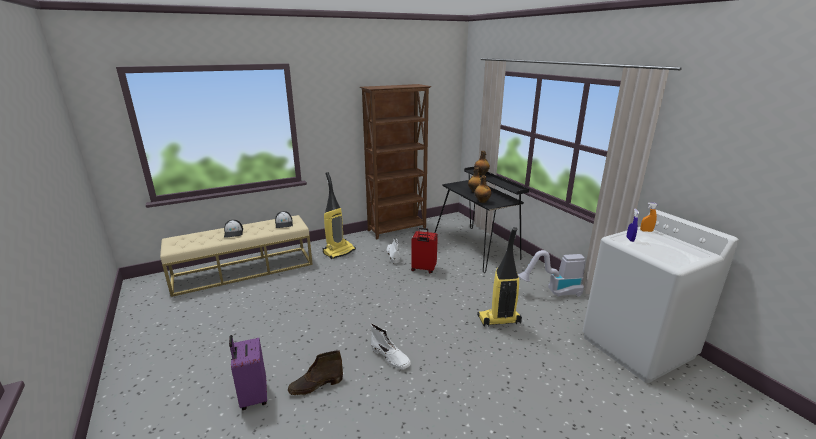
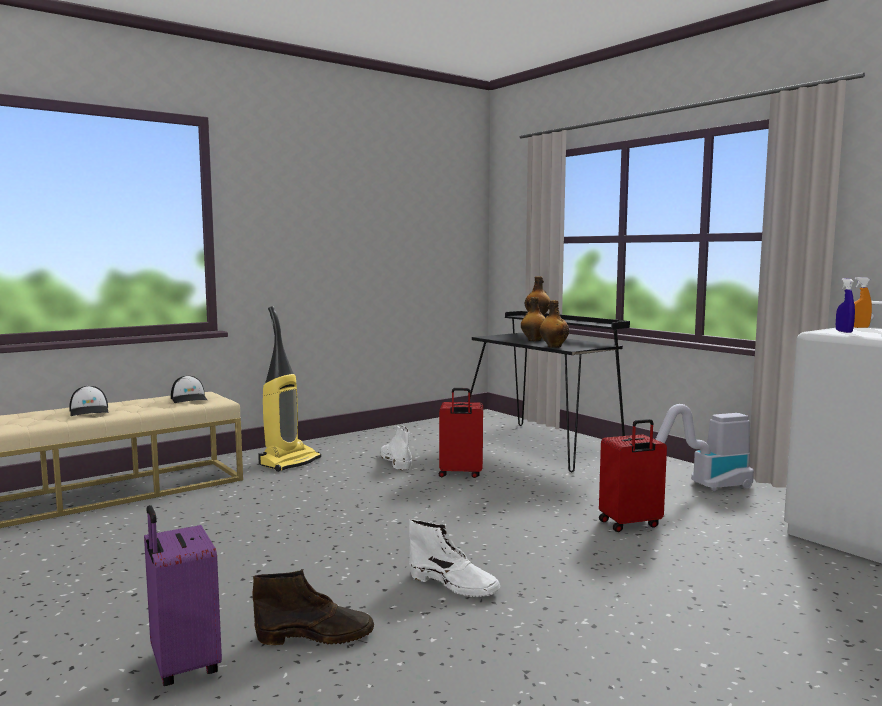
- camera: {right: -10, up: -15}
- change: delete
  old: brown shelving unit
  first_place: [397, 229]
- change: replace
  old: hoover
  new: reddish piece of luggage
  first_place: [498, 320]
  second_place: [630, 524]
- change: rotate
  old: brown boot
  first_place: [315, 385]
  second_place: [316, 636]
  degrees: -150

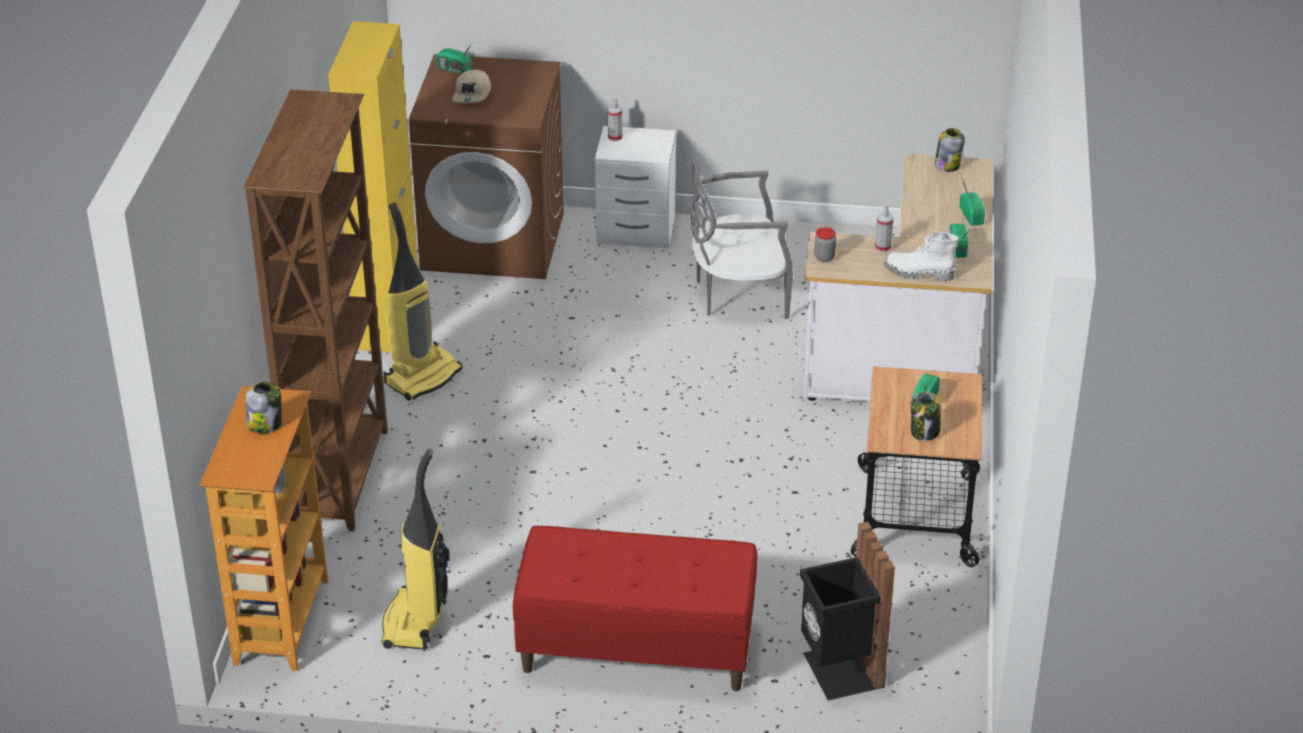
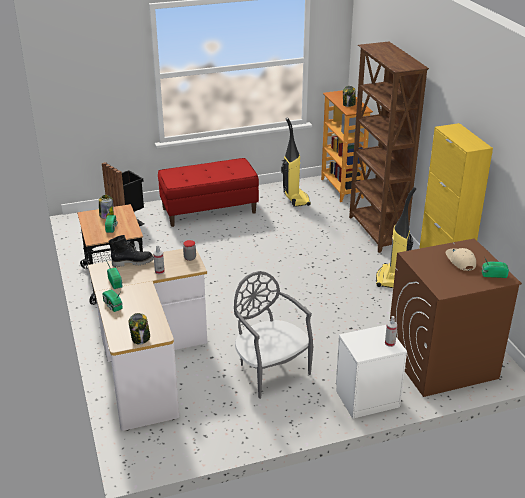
- camera: {right: 155, up: -5}
- change: recolor
  old: whitish boot
  new: black boot
  first_place: [918, 273]
  second_place: [132, 262]
- change: rotate
  old: gray plain chair
  first_place: [738, 294]
  second_place: [270, 371]
  degrees: -90

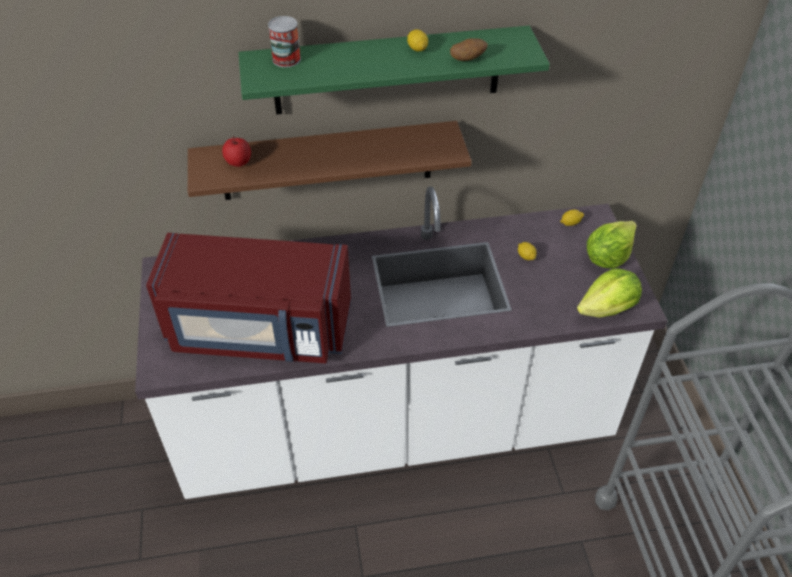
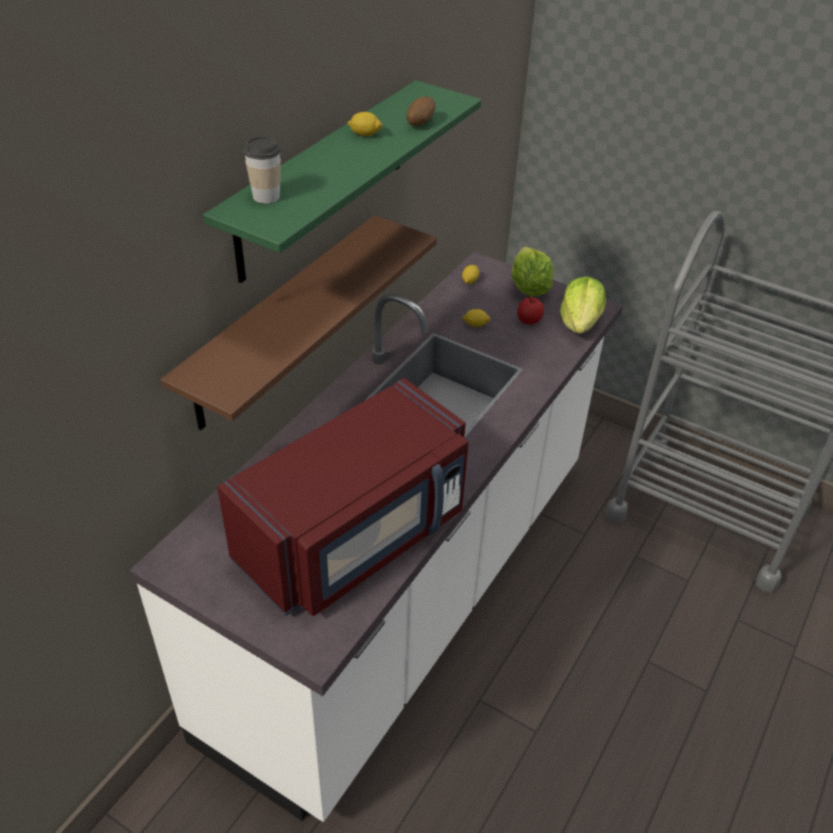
- camera: {right: -50, up: -5}
- change: move
  old: apple
  first_place: [238, 162]
  second_place: [529, 320]
- change: replace
  old: sealed can
  new: cup
  first_place: [286, 59]
  second_place: [266, 196]

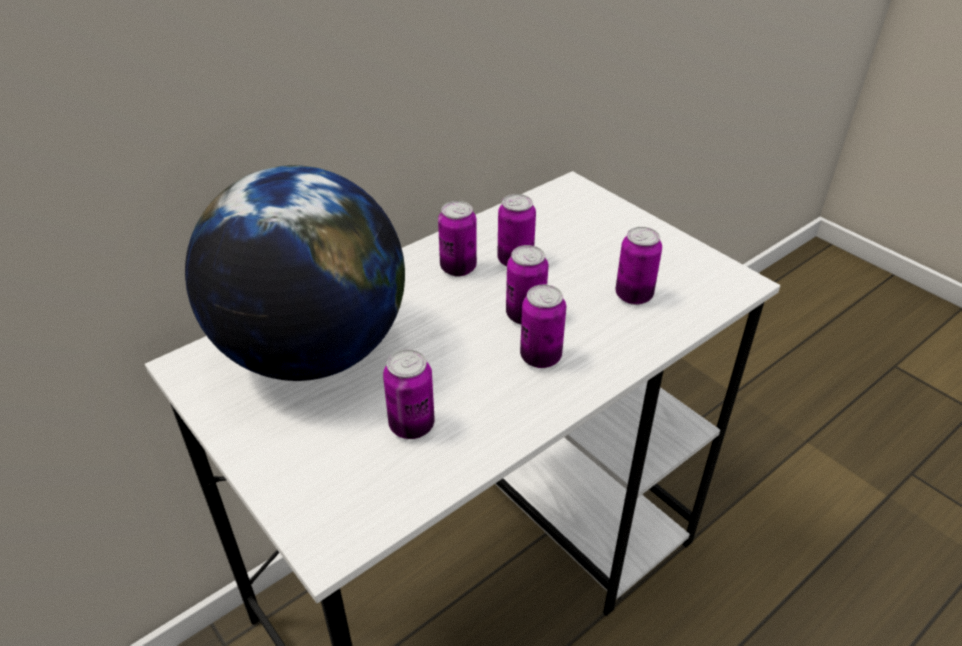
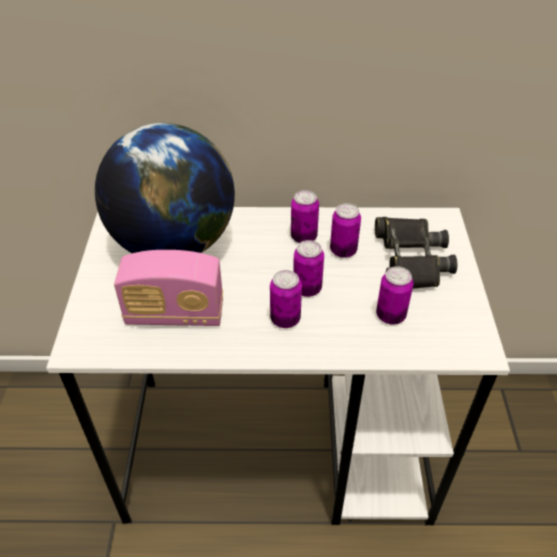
- camera: {right: 40, up: 5}
- change: insert
  new: black pair of binoculars
  second_place: [410, 260]
- change: replace
  old: sealed can
  new: radio receiver
  first_place: [411, 426]
  second_place: [175, 314]

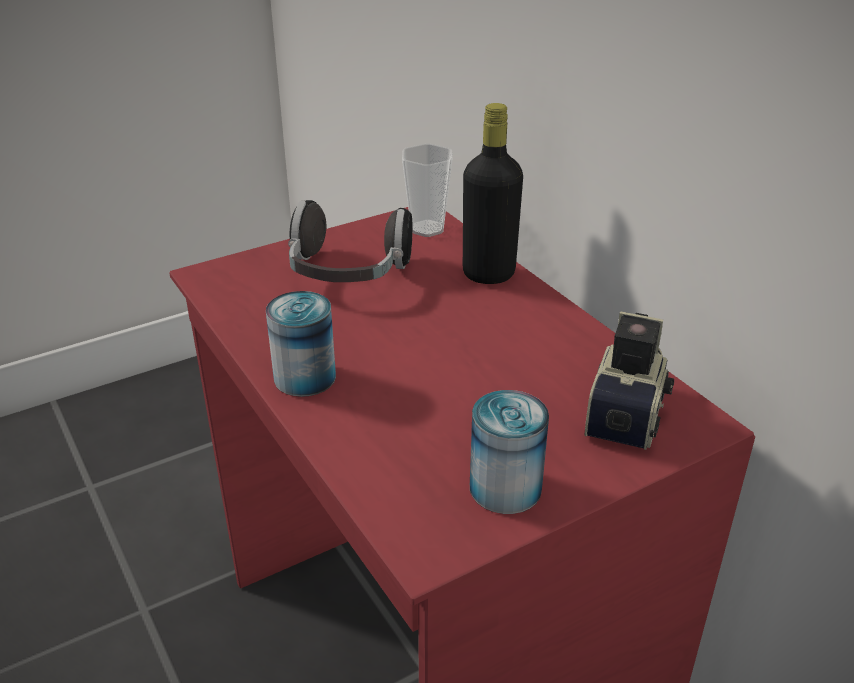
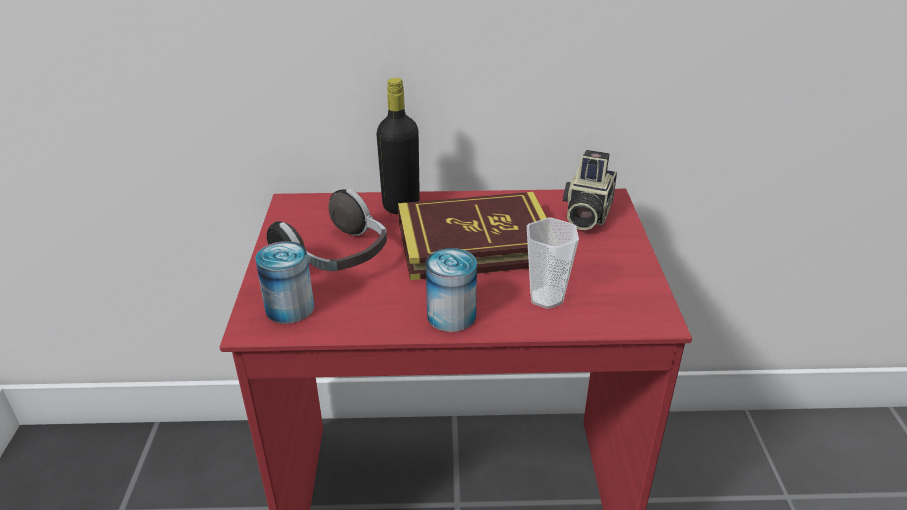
- camera: {right: -60, up: 0}
- change: insert
  new: book
  second_place: [475, 243]
- change: move
  old: cup
  first_place: [427, 229]
  second_place: [546, 298]
- change: move
  old: sealed can
  first_place: [505, 488]
  second_place: [290, 308]
- change: rotate
  old: photo camera
  first_place: [628, 413]
  second_place: [585, 214]
  degrees: -120

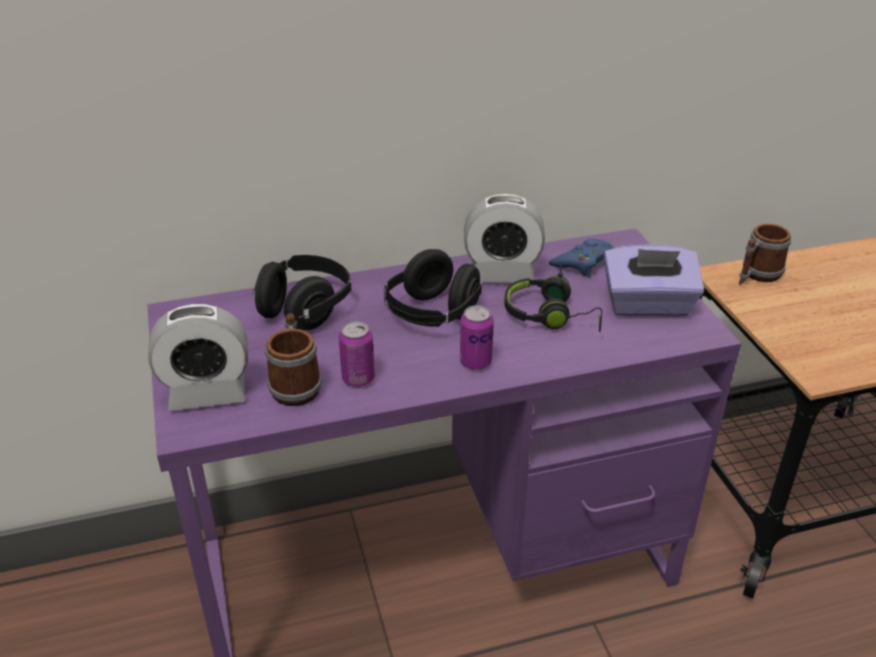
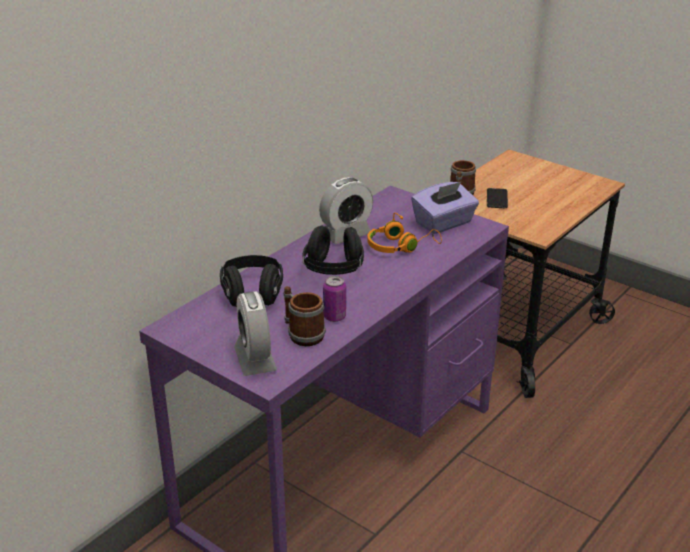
- camera: {right: -35, up: -5}
- change: delete
  old: sealed can
  first_place: [475, 362]
- change: delete
  old: blue game controller
  first_place: [584, 262]
- change: insert
  new: telephone
  second_place: [497, 199]
- change: recolor
  old: black pair of headphones
  new: orange-coloured pair of headphones
  first_place: [551, 316]
  second_place: [400, 246]
- change: rotate
  old: table clock
  first_place: [207, 394]
  second_place: [255, 359]
  degrees: 120

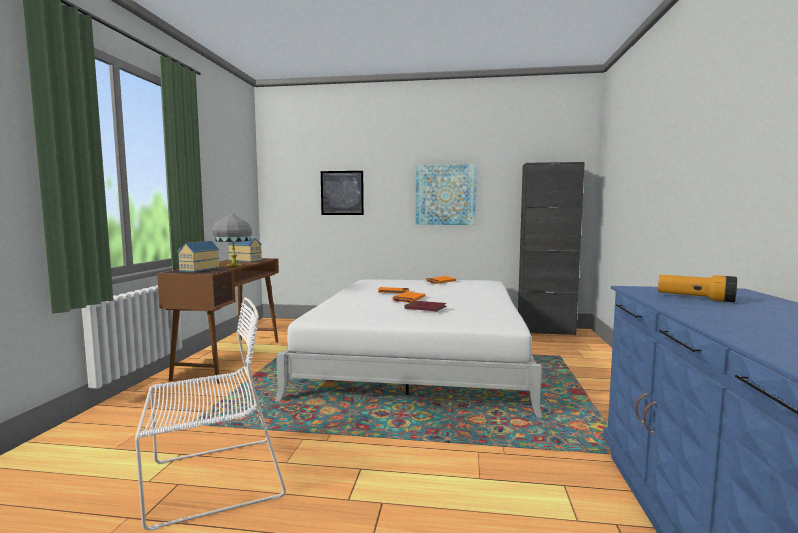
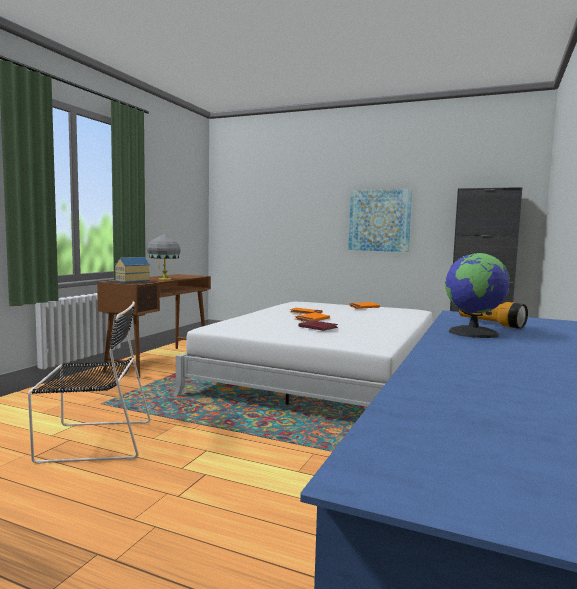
- camera: {right: 15, up: 0}
- change: delete
  old: model house
  first_place: [246, 260]
- change: delete
  old: picture
  first_place: [342, 193]
- change: insert
  new: world globe
  second_place: [473, 333]
- change: recolor
  old: whitish plain chair
  new: black plain chair
  first_place: [210, 480]
  second_place: [92, 441]

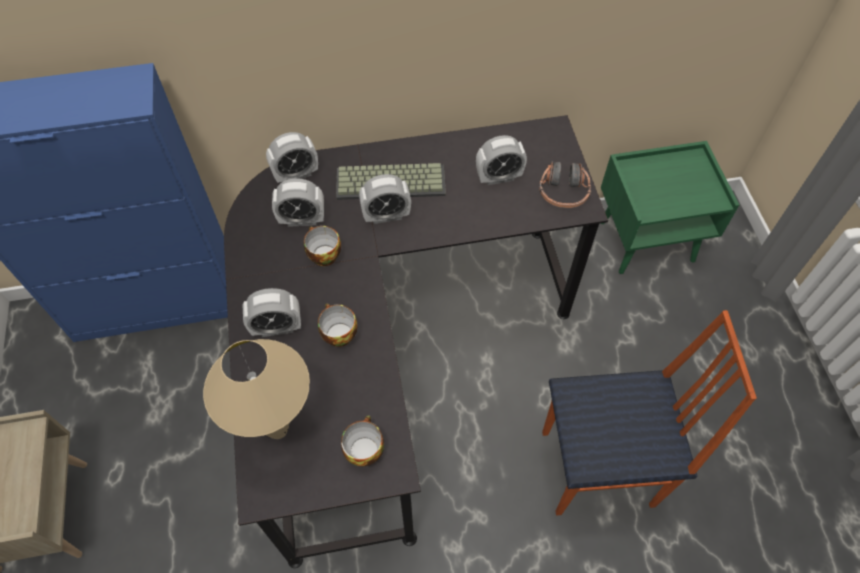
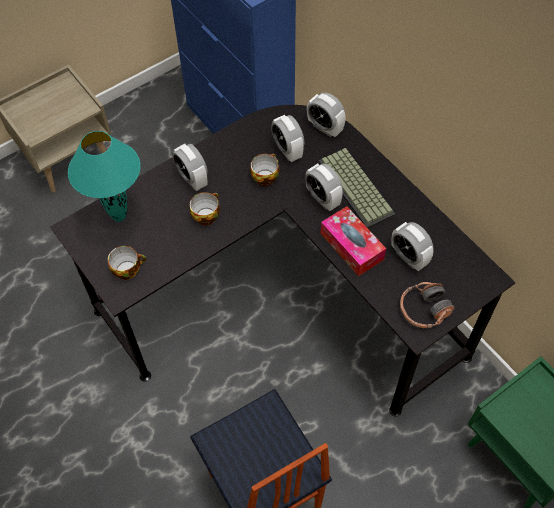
- camera: {right: 65, up: 0}
- change: insert
  new: box of tissues
  second_place: [351, 246]
- change: recolor
  old: beige-coloured table lamp
  new: turquoise-coloured table lamp
  first_place: [279, 430]
  second_place: [119, 217]

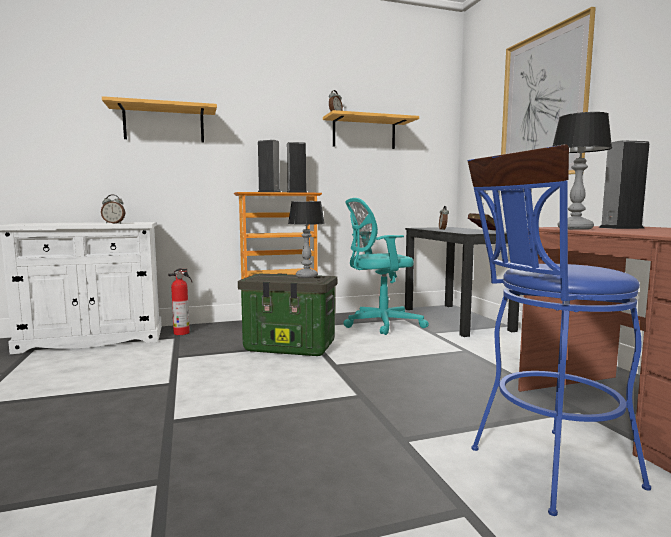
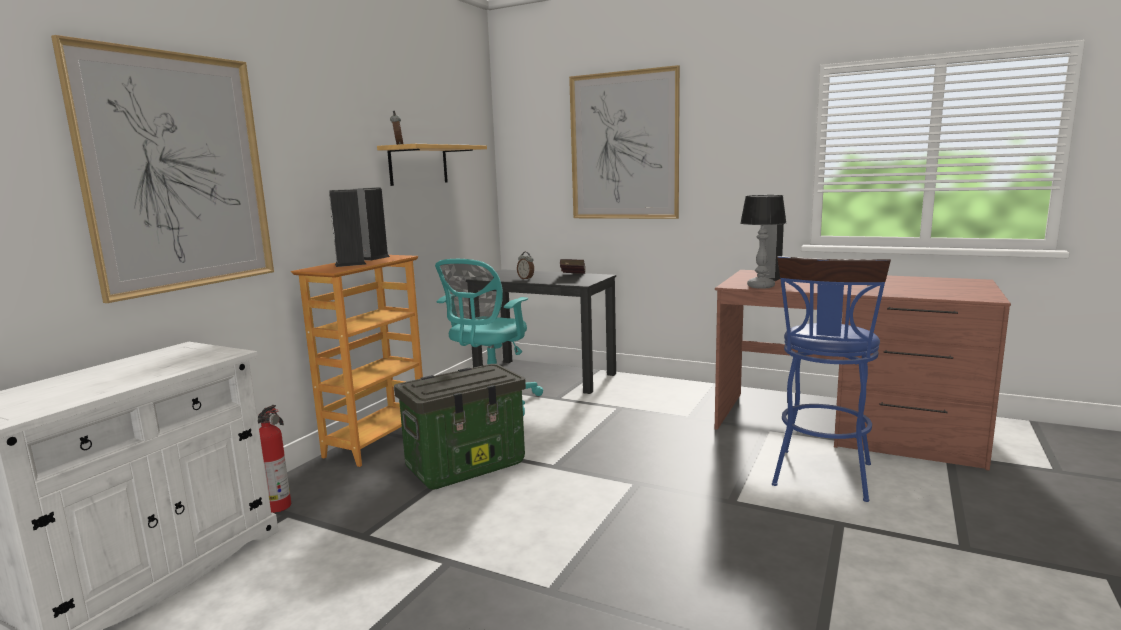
- camera: {right: -45, up: 5}
- change: delete
  old: table clock
  first_place: [114, 223]
- change: delete
  old: table lamp
  first_place: [307, 276]
- change: replace
  old: wall shelf
  new: picture
  first_place: [164, 124]
  second_place: [178, 172]

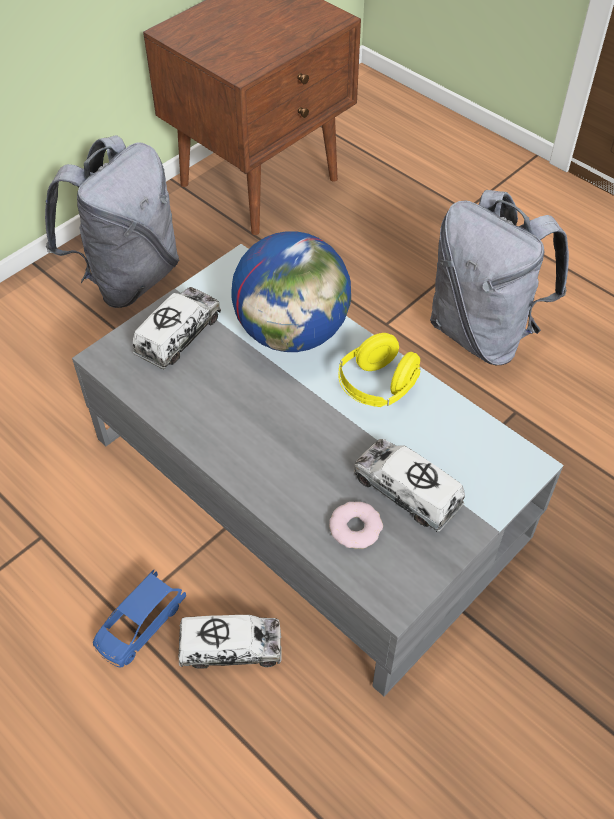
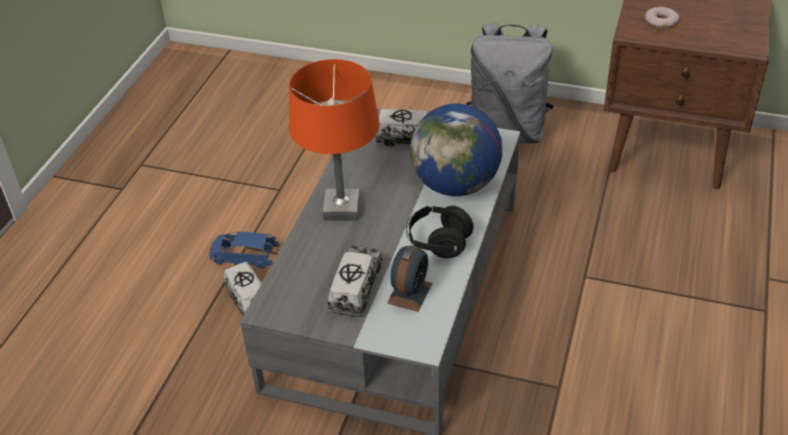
- camera: {right: 65, up: -10}
- change: delete
  old: gray backpack
  first_place: [483, 333]
- change: insert
  new: orange-coloured table lamp
  second_place: [342, 208]
- change: insert
  new: table clock
  second_place: [410, 293]
- change: move
  old: ring doughnut
  first_place: [355, 528]
  second_place: [661, 21]
- change: recolor
  old: yellow pair of headphones
  new: black pair of headphones
  first_place: [377, 387]
  second_place: [438, 242]

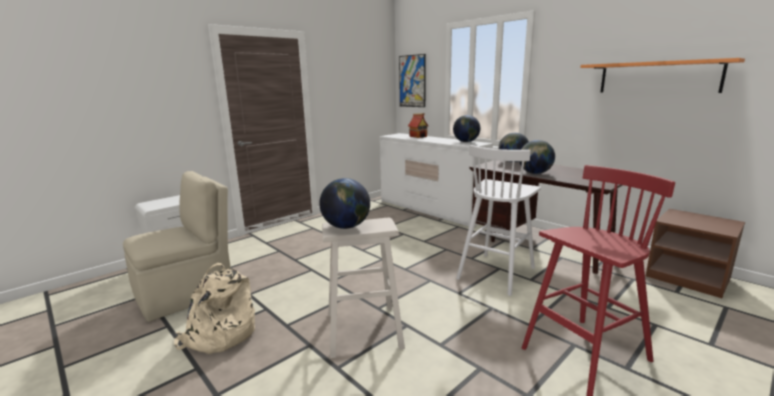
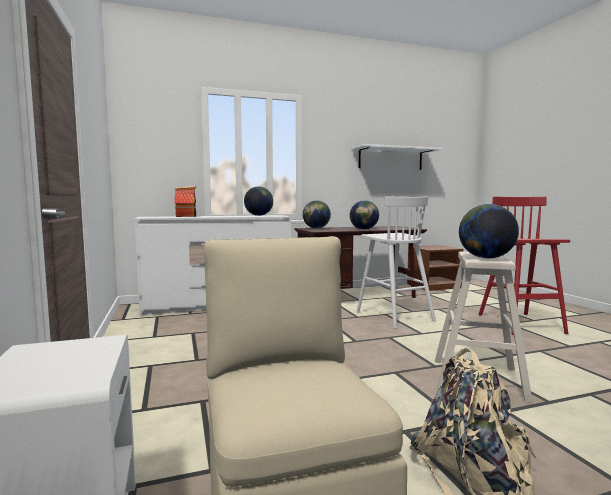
- camera: {right: -65, up: -10}
- change: delete
  old: picture
  first_place: [412, 81]
- change: recolor
  old: orange-coloured wall shelf
  new: whitish wall shelf
  first_place: [658, 77]
  second_place: [390, 159]

